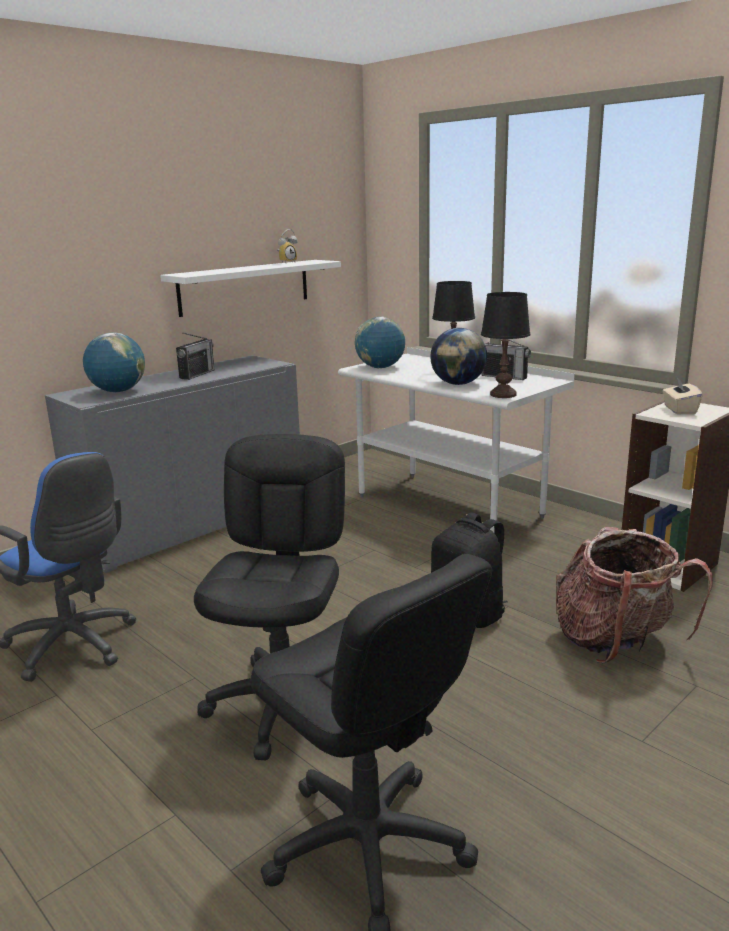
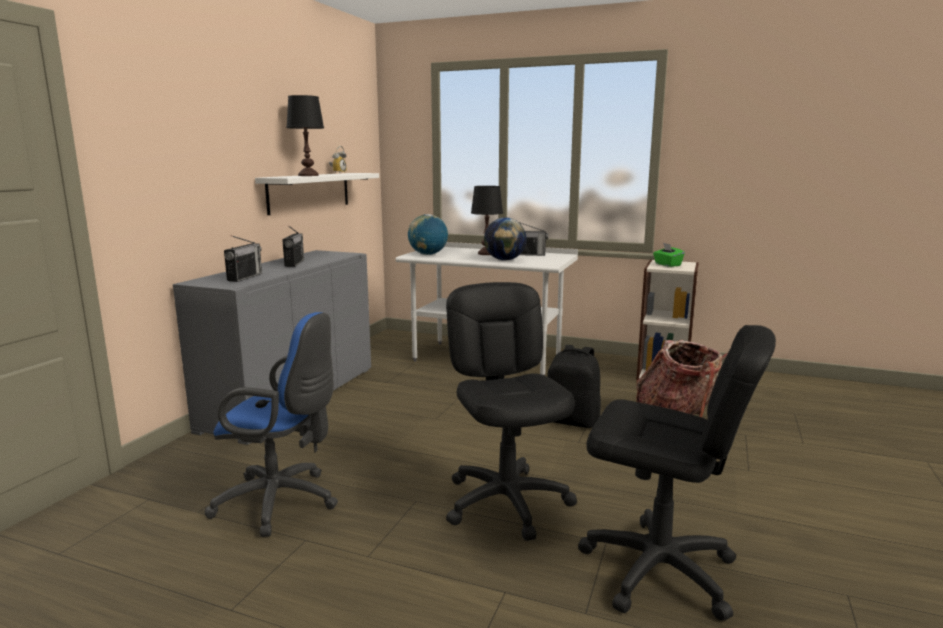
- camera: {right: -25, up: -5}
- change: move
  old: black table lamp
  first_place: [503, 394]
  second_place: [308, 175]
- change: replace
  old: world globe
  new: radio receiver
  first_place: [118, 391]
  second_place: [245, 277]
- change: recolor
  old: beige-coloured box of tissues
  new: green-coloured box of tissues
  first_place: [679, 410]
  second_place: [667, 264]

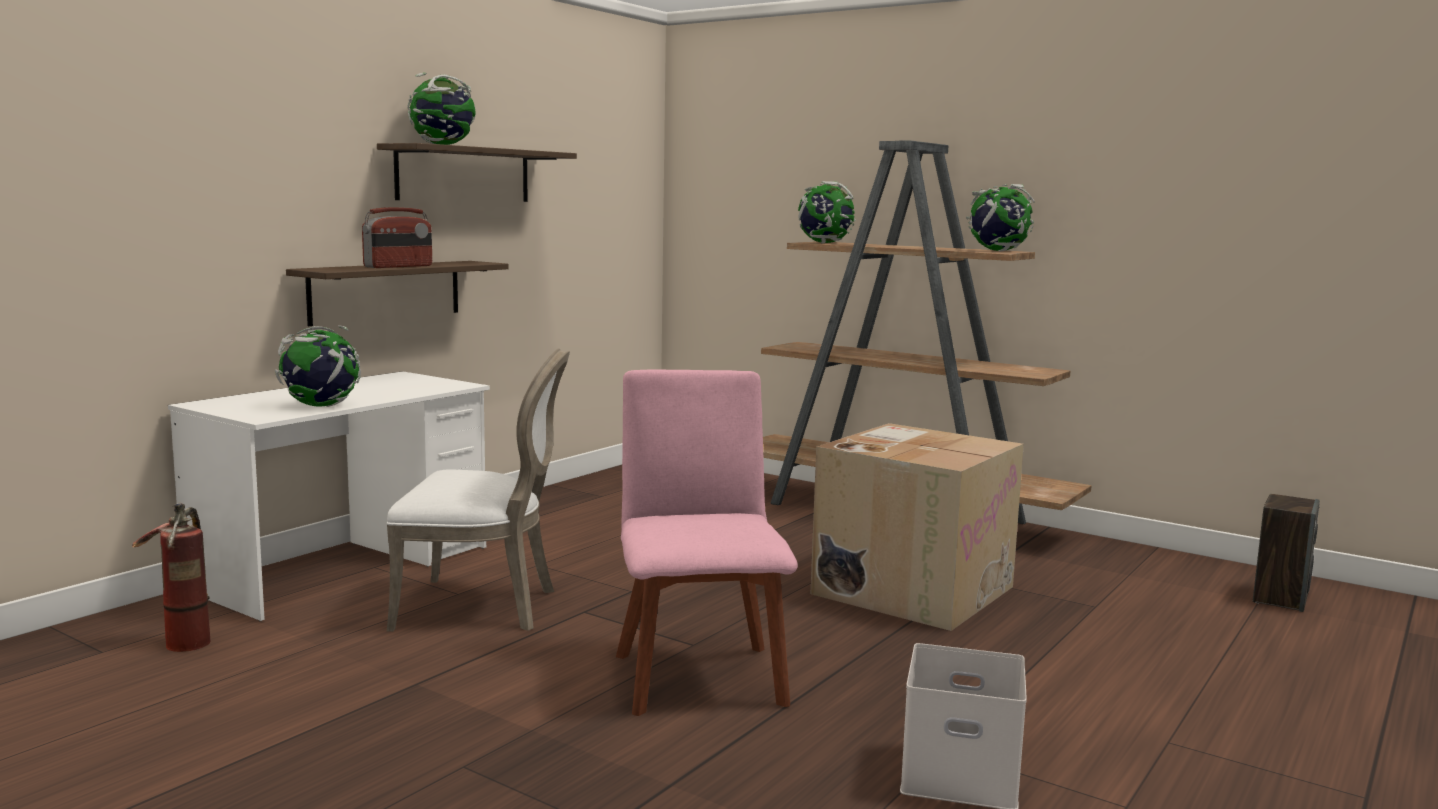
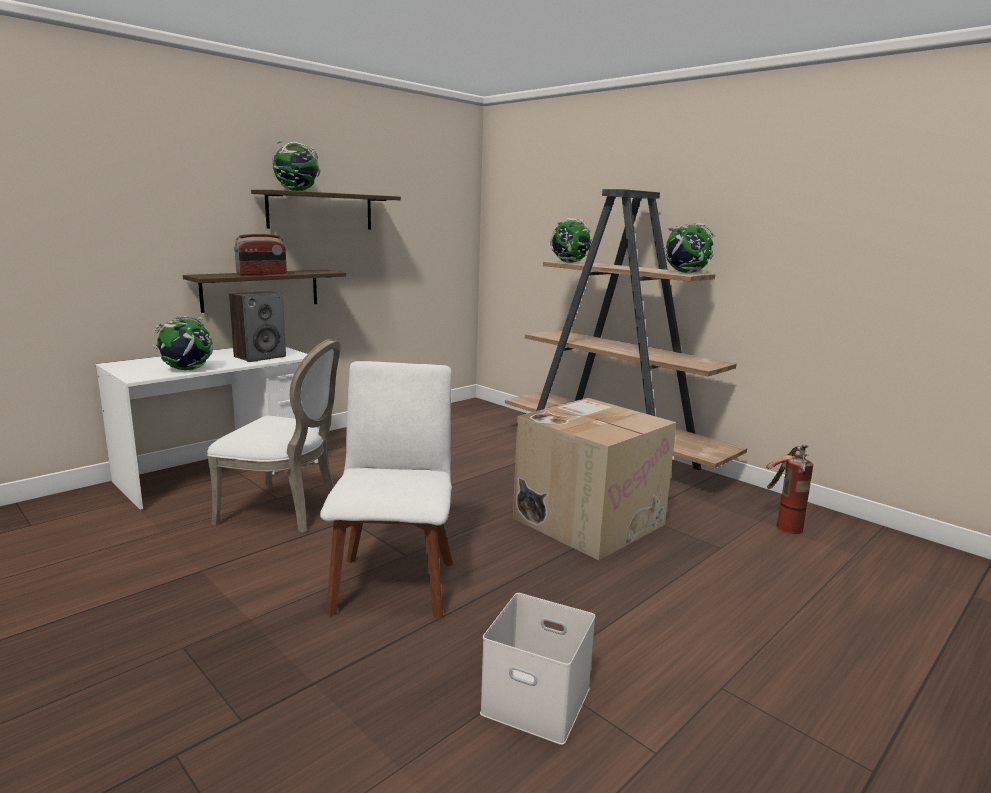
- camera: {right: 10, up: 5}
- change: move
  old: extinguisher
  first_place: [186, 638]
  second_place: [781, 524]
- change: move
  old: loudspeaker
  first_place: [1279, 598]
  second_place: [260, 357]
- change: recolor
  old: pink-coloured plain chair
  new: whitish plain chair
  first_place: [699, 675]
  second_place: [394, 582]

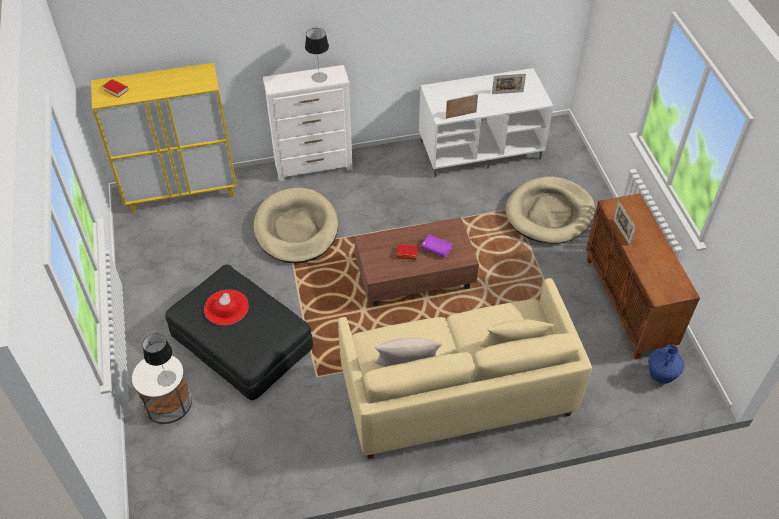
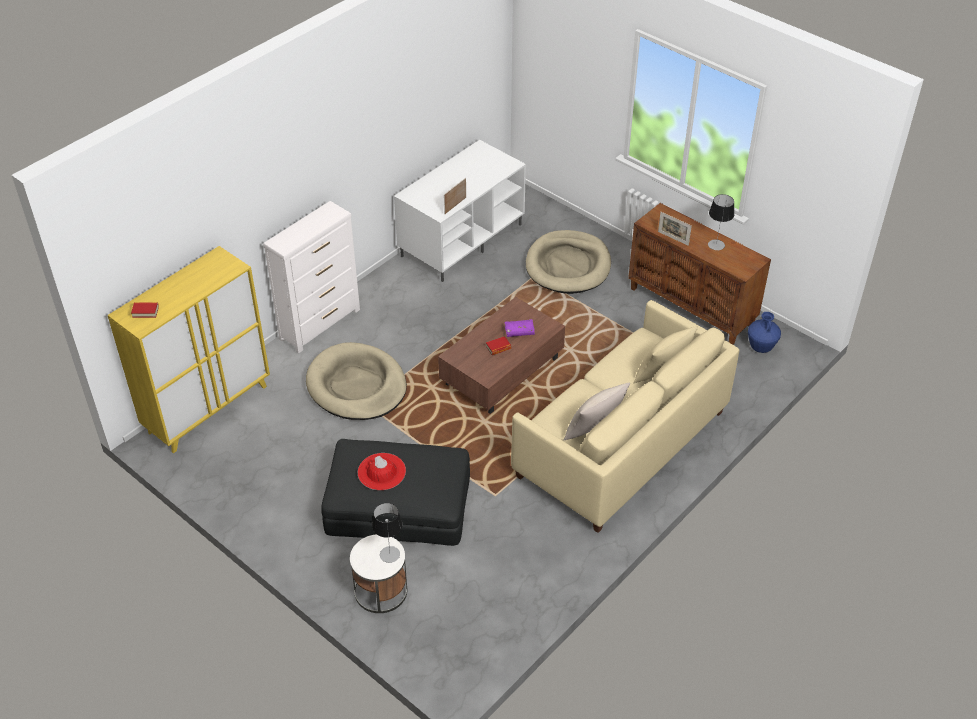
- camera: {right: -35, up: -5}
- change: delete
  old: photo frame
  first_place: [507, 93]
- change: move
  old: table lamp
  first_place: [319, 77]
  second_place: [716, 245]

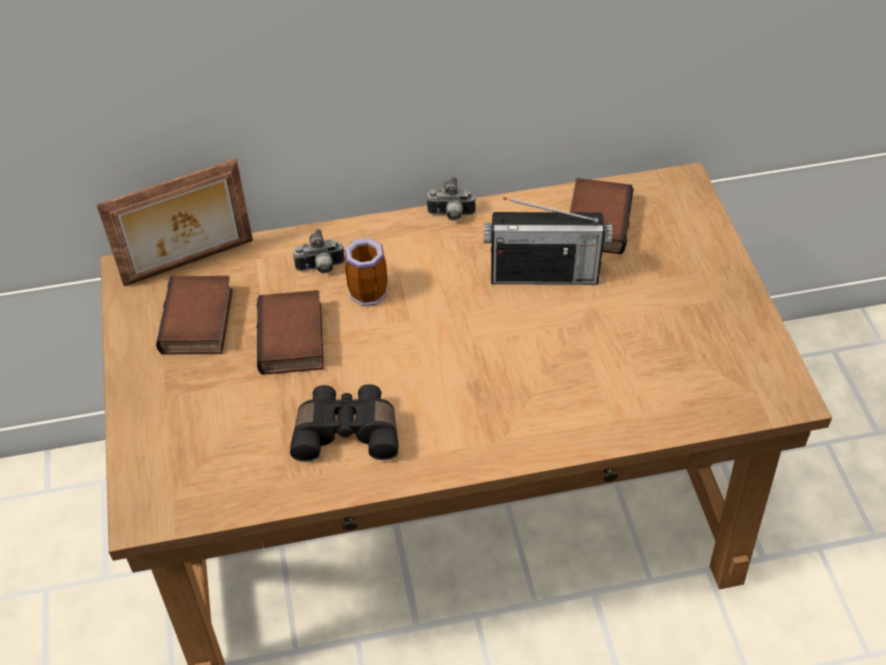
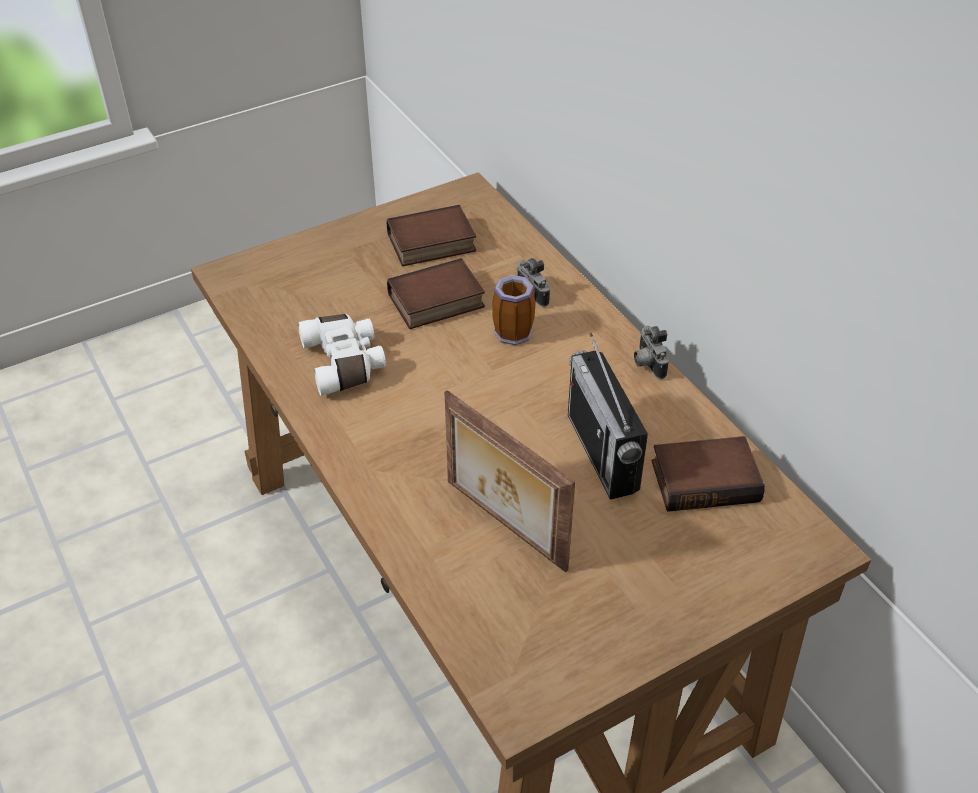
- camera: {right: 70, up: -5}
- change: move
  old: photo frame
  first_place: [189, 264]
  second_place: [503, 526]
- change: recolor
  old: black pair of binoculars
  new: whitish pair of binoculars
  first_place: [347, 431]
  second_place: [345, 362]

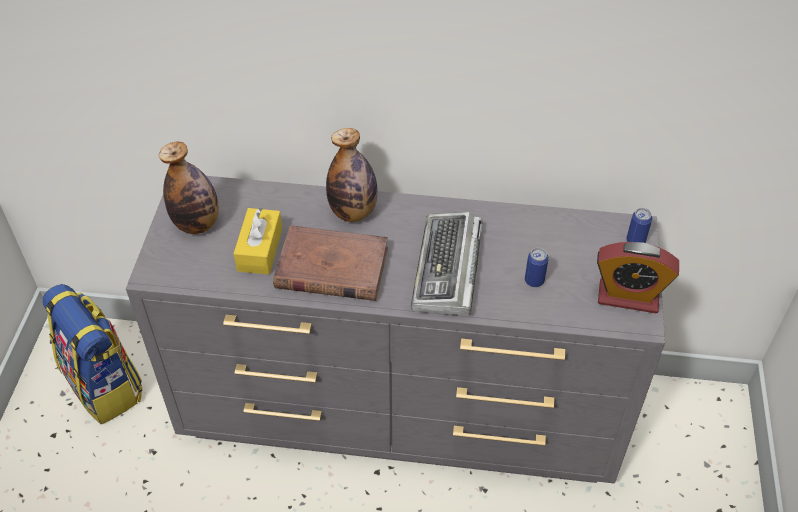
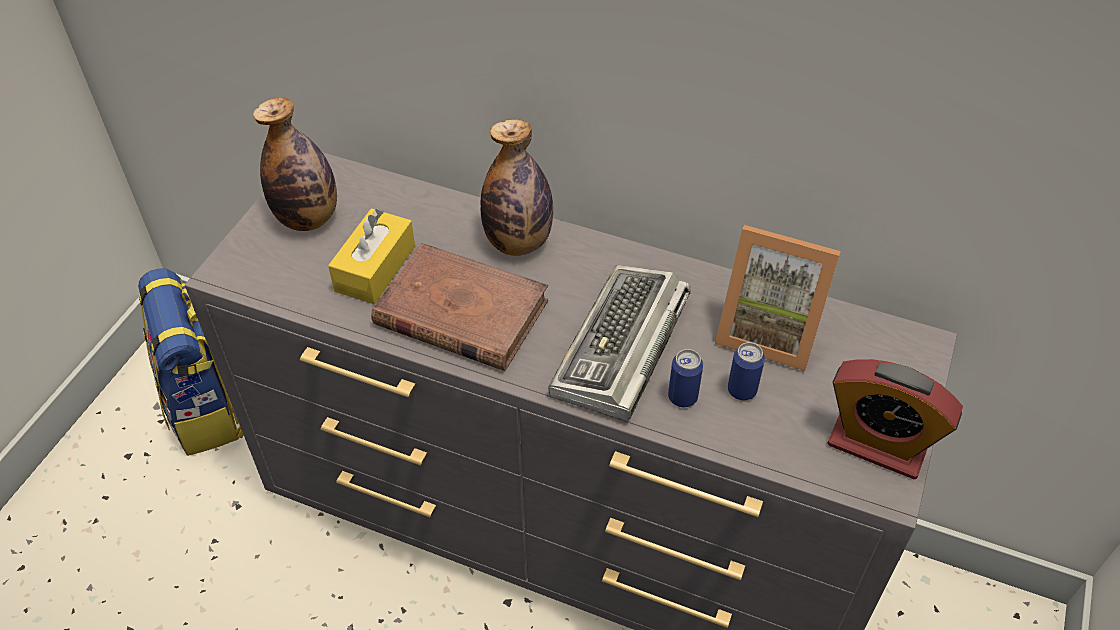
- camera: {right: 15, up: 0}
- change: insert
  new: photo frame
  second_place: [768, 331]
- change: move
  old: sealed can
  first_place: [635, 241]
  second_place: [682, 397]

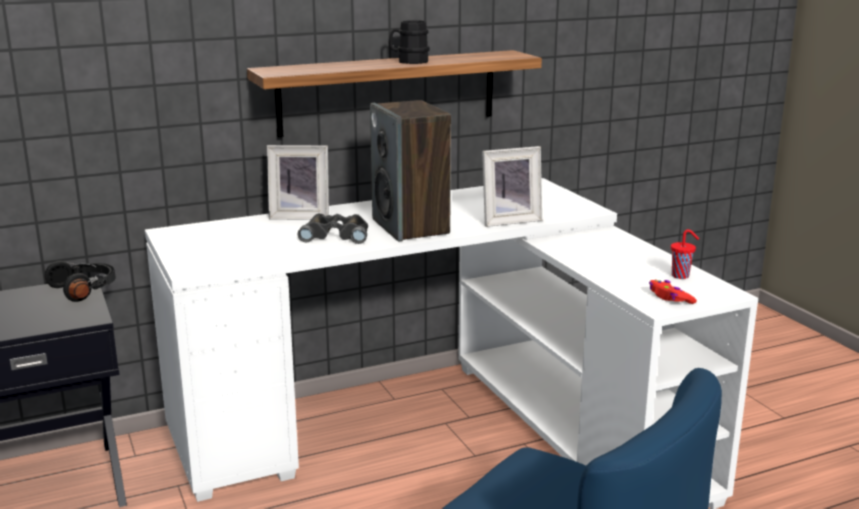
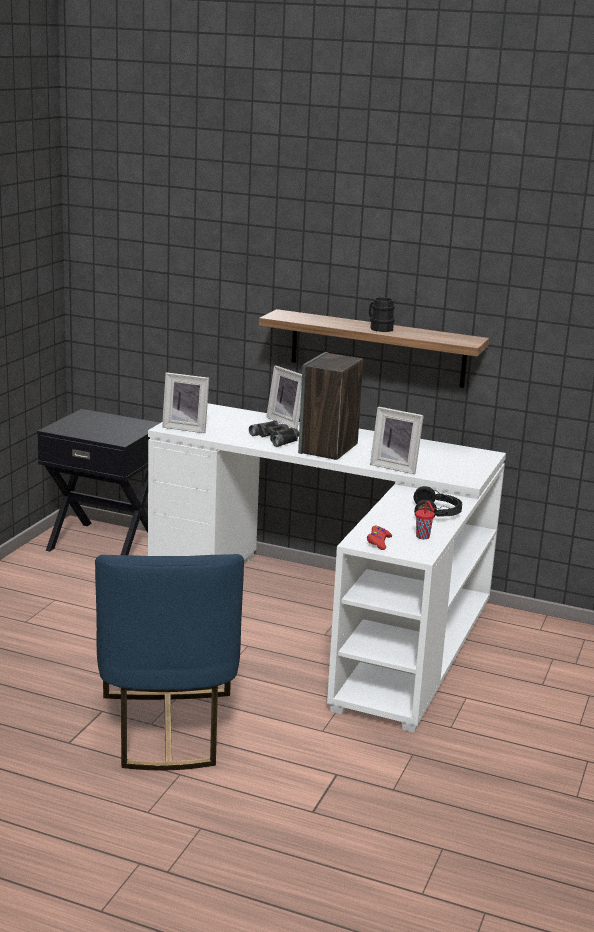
- camera: {right: 45, up: 0}
- change: insert
  new: photo frame
  second_place: [186, 428]
- change: move
  old: black pair of headphones
  first_place: [85, 289]
  second_place: [436, 514]

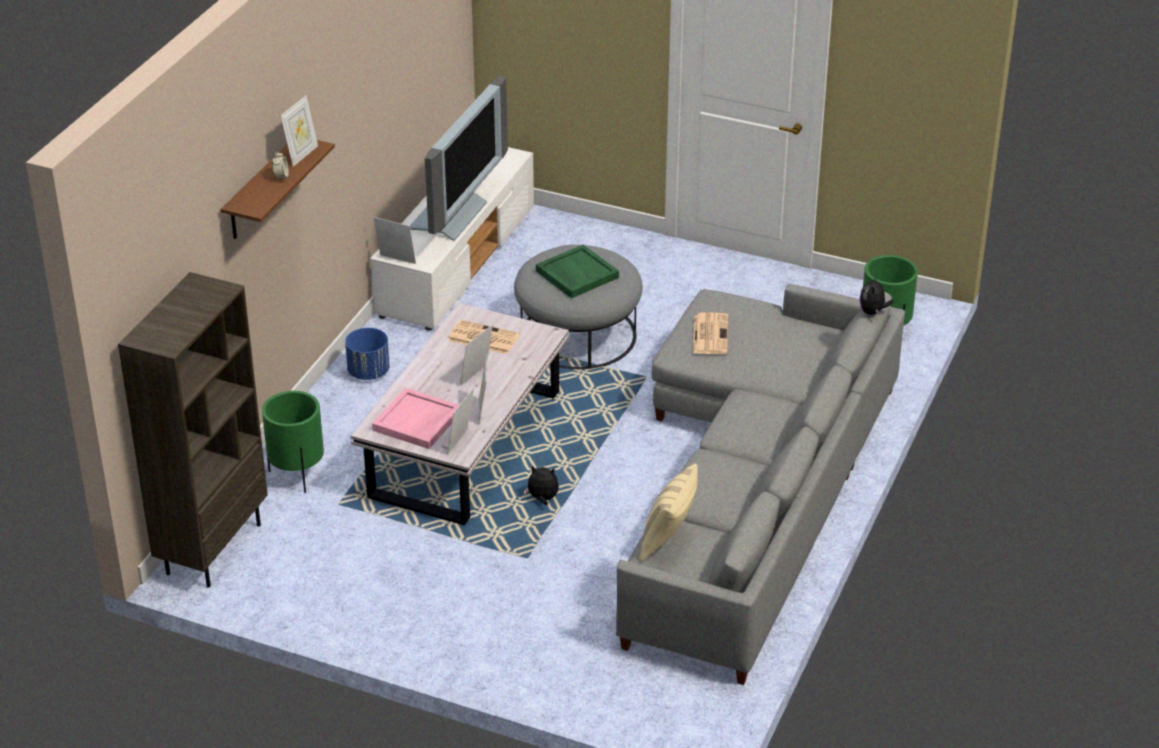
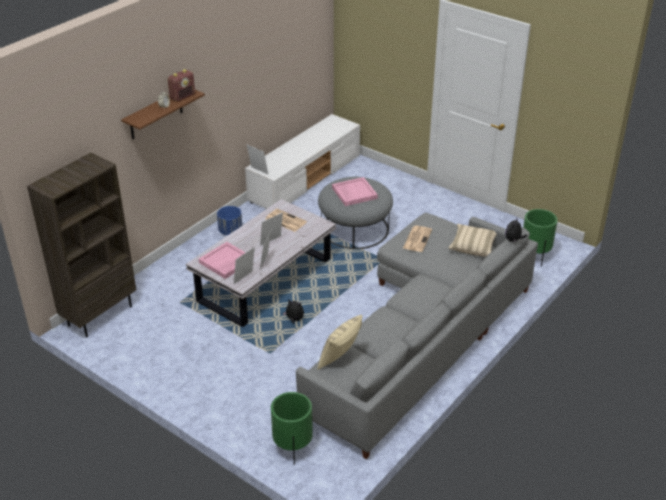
- camera: {right: 15, up: 0}
- change: delete
  old: TV set
  first_place: [453, 217]
- change: insert
  new: beige-coloured pillow
  second_place: [473, 247]
- change: move
  old: green-coloured planter
  first_place: [297, 475]
  second_place: [293, 448]
- change: replace
  old: photo frame
  new: radio receiver
  first_place: [301, 155]
  second_place: [182, 97]
- change: recolor
  old: green-coloured serving tray
  new: pink-coloured serving tray
  first_place: [576, 274]
  second_place: [354, 193]

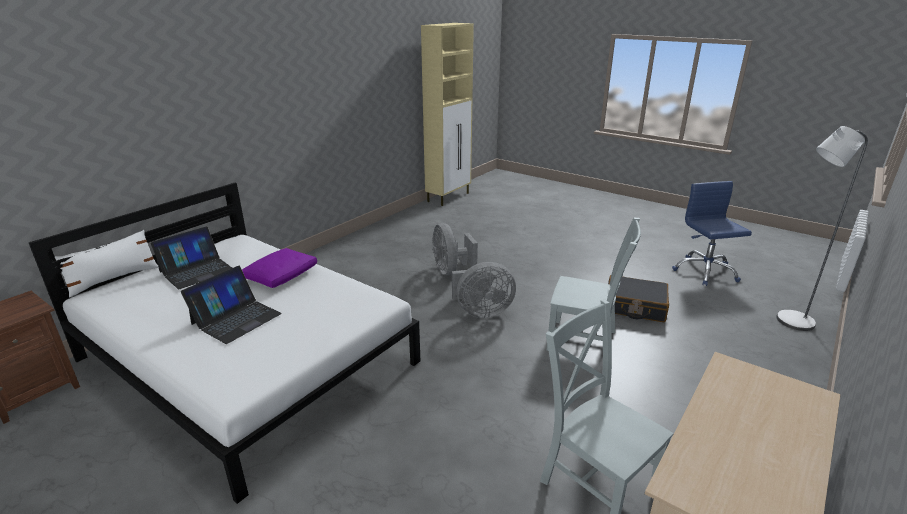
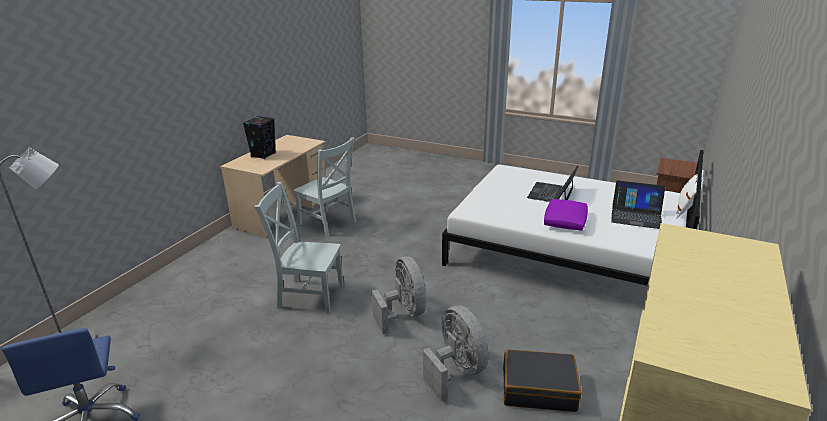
- camera: {right: 170, up: 0}
- change: insert
  new: black loudspeaker
  second_place: [263, 155]
- change: move
  old: black piece of luggage
  first_place: [635, 307]
  second_place: [538, 388]
- change: rotate
  old: notebook computer
  first_place: [197, 270]
  second_place: [636, 216]
  degrees: -105
- change: rotate
  old: gray fan
  first_place: [481, 312]
  second_place: [404, 313]
  degrees: 90

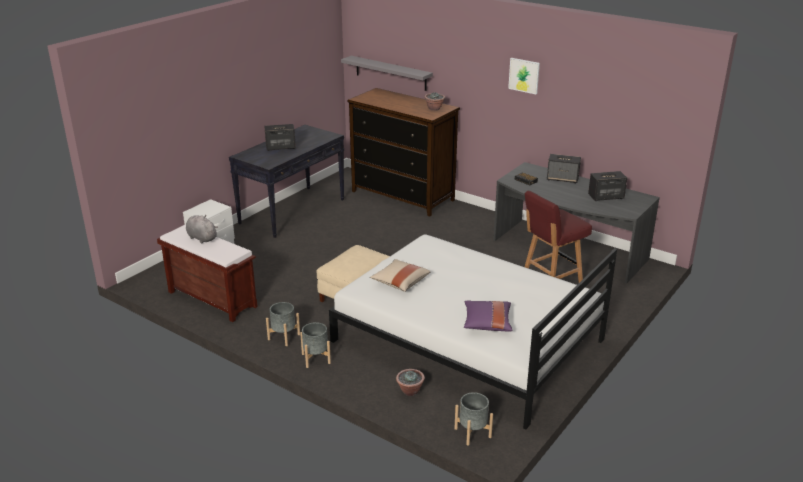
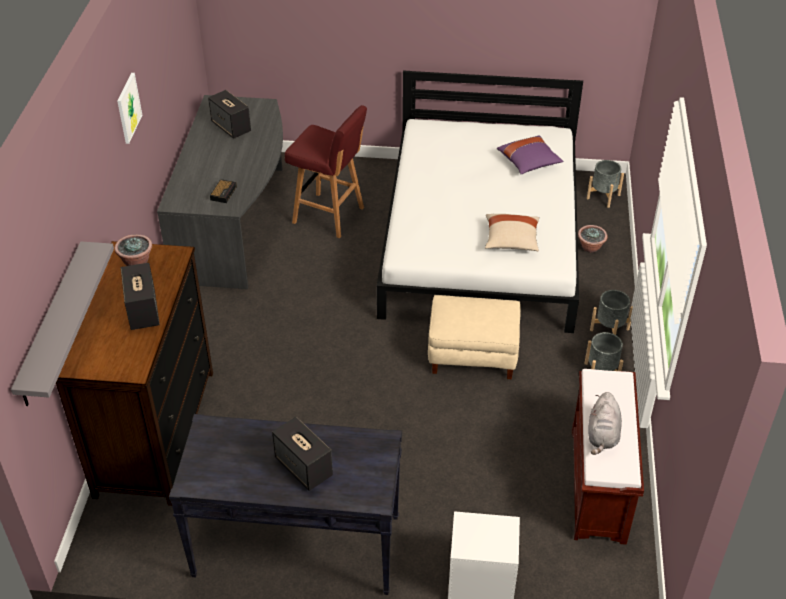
- camera: {right: -120, up: 15}
- change: move
  old: loudspeaker
  first_place: [563, 179]
  second_place: [143, 310]

